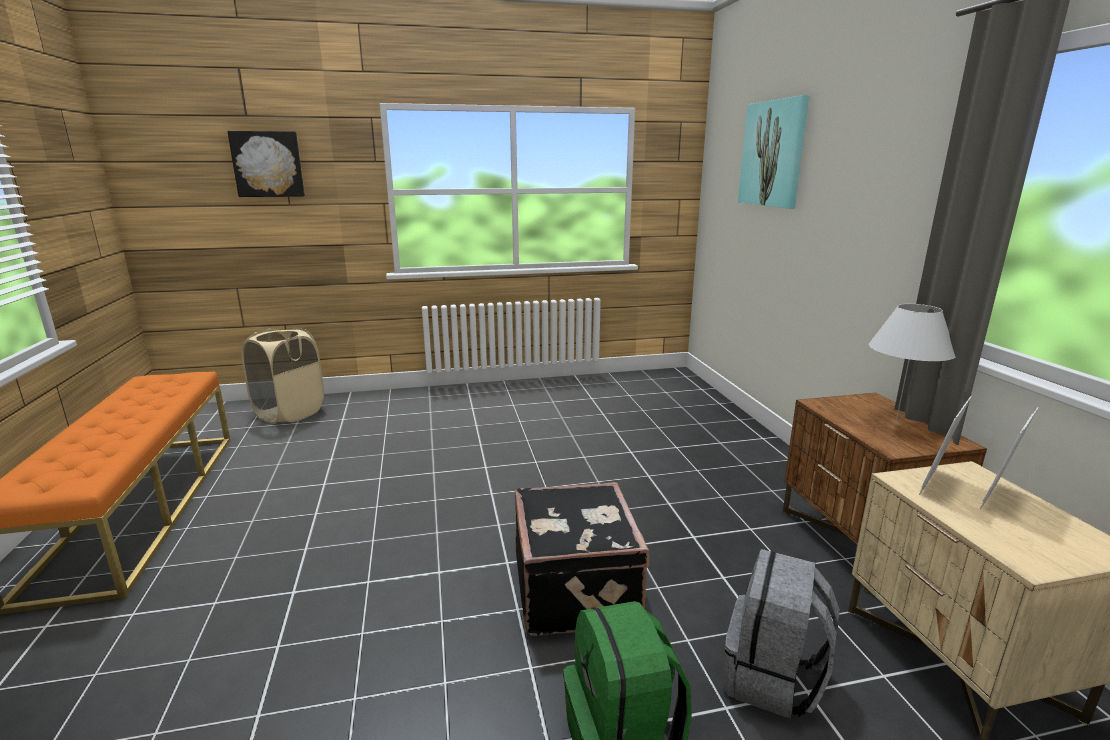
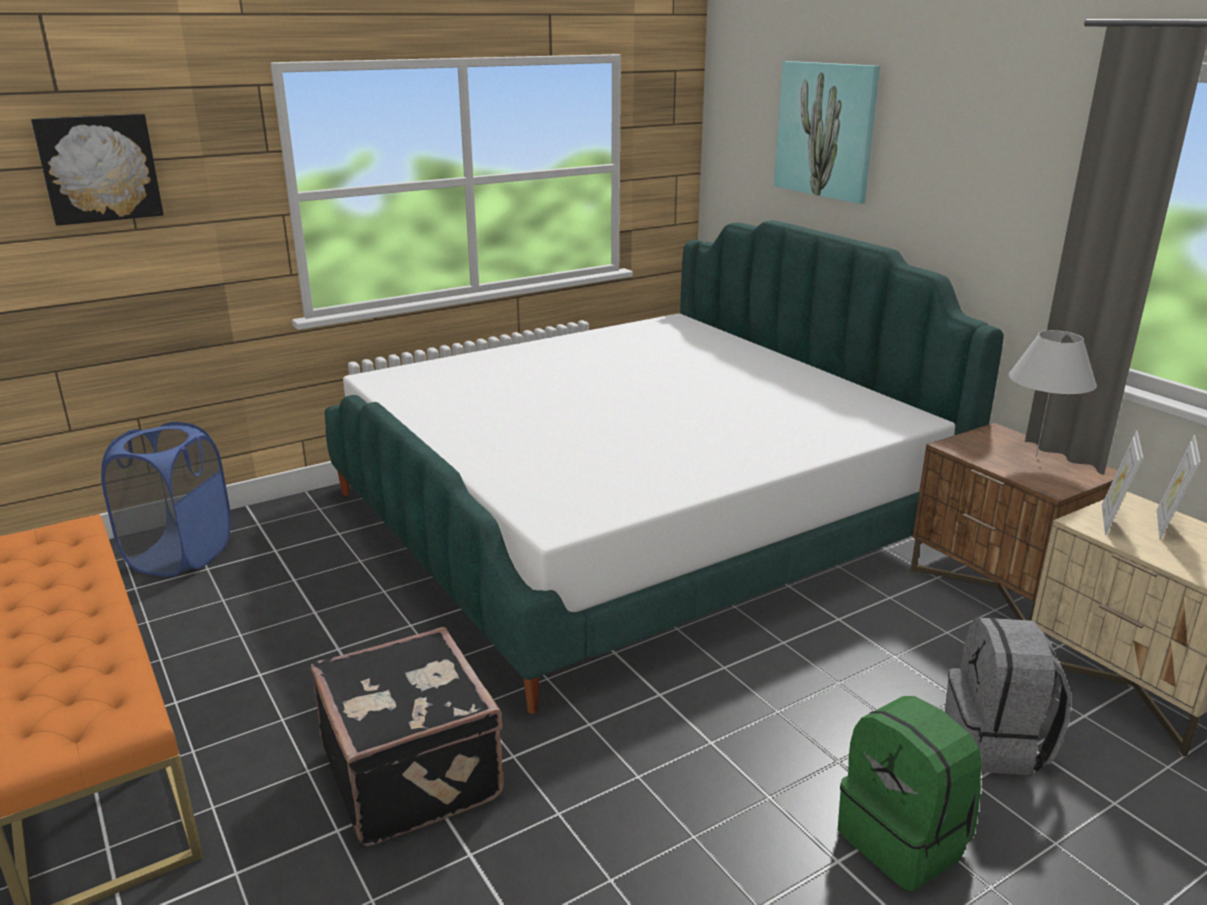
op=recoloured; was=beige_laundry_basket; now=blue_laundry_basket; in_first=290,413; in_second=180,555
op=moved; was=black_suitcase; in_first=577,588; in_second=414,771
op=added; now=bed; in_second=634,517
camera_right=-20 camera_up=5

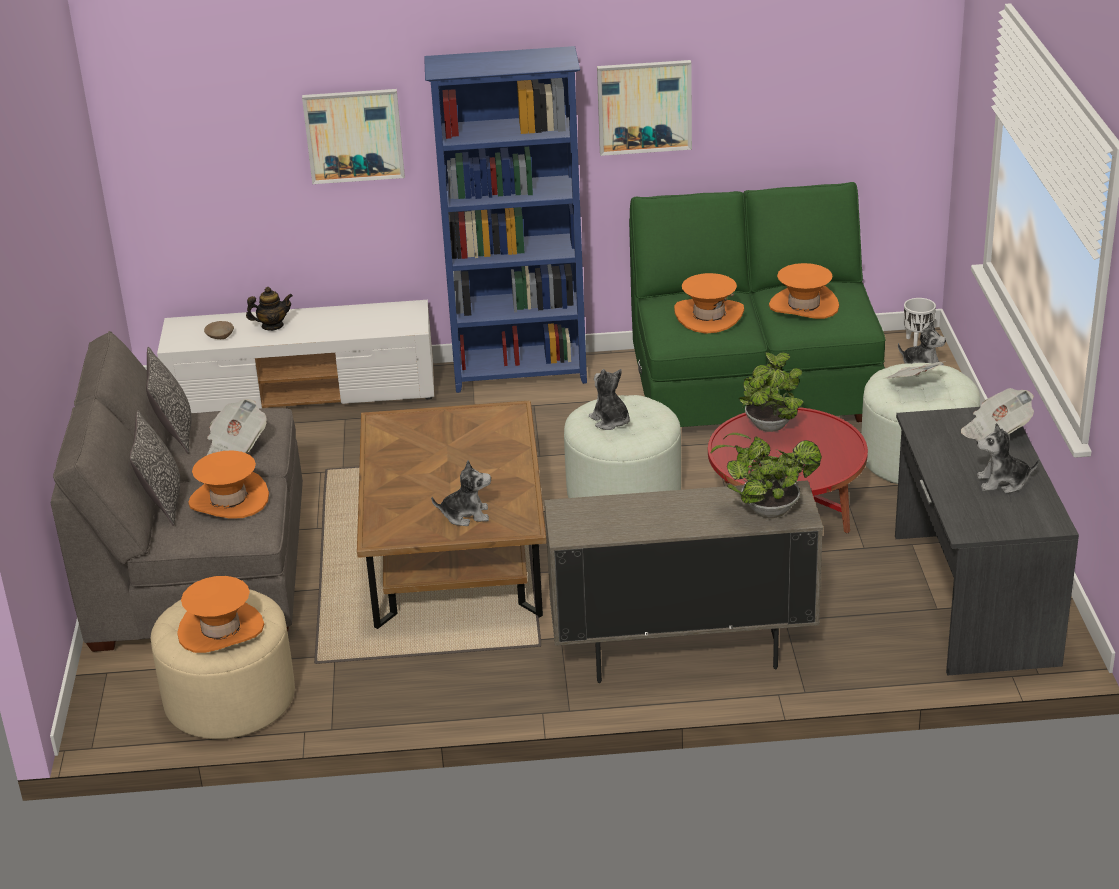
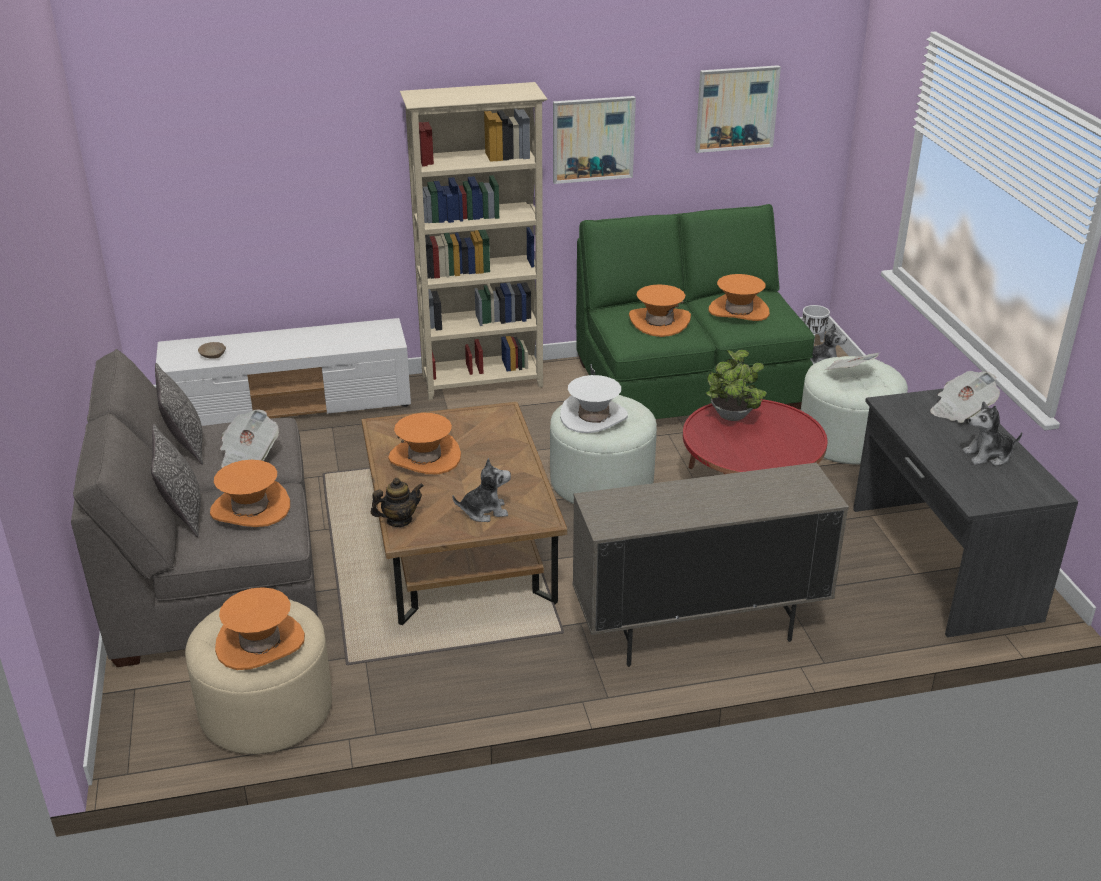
op=moved; was=teapot; in_first=272,326; in_second=399,520
op=moved; was=picture; in_first=354,135; in_second=736,108
op=recoloured; was=blue_bookcase; now=beige_bookcase; in_first=521,375; in_second=483,382
op=replaced; was=plush_toy; now=white_hat; in_first=610,421; in_second=594,417
op=removed; was=potted_plant; in_first=765,510
op=added; now=orange_hat; in_second=424,457
camera_right=-10 camera_up=0

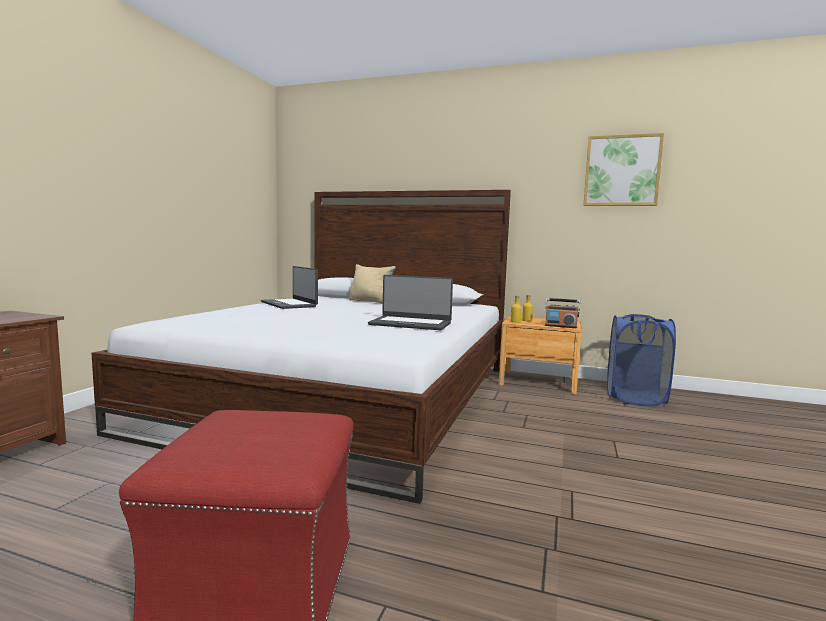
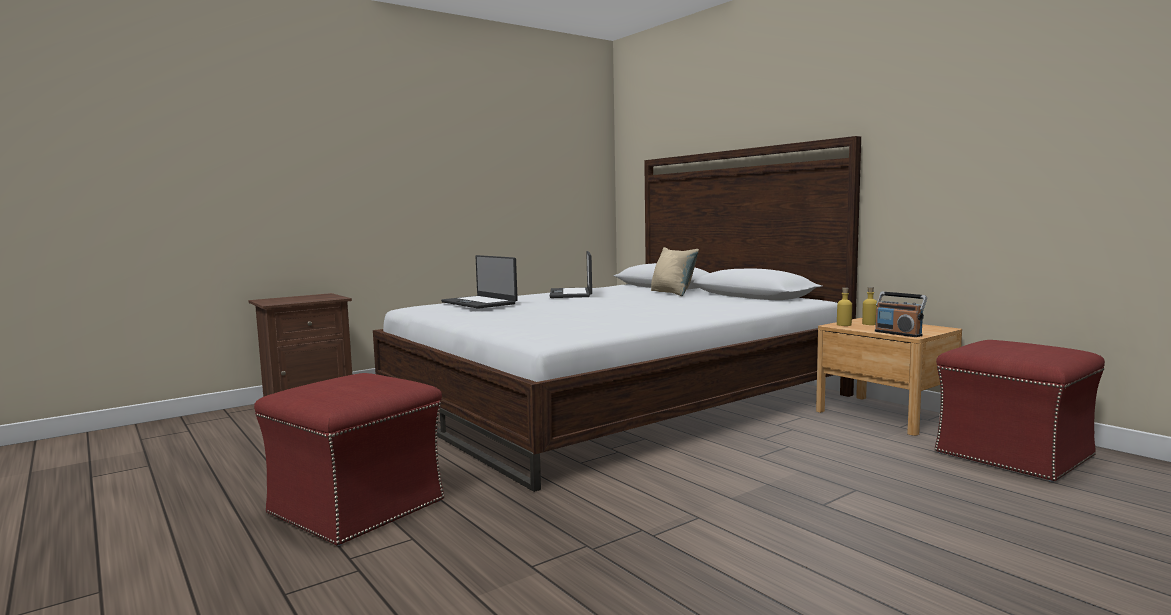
op=moved; was=laptop; in_first=410,324; in_second=479,303
op=removed; was=picture; in_first=622,171
op=replaced; was=blue_laundry_basket; now=red_ottoman; in_first=635,398; in_second=1011,454
camera_right=35 camera_up=0

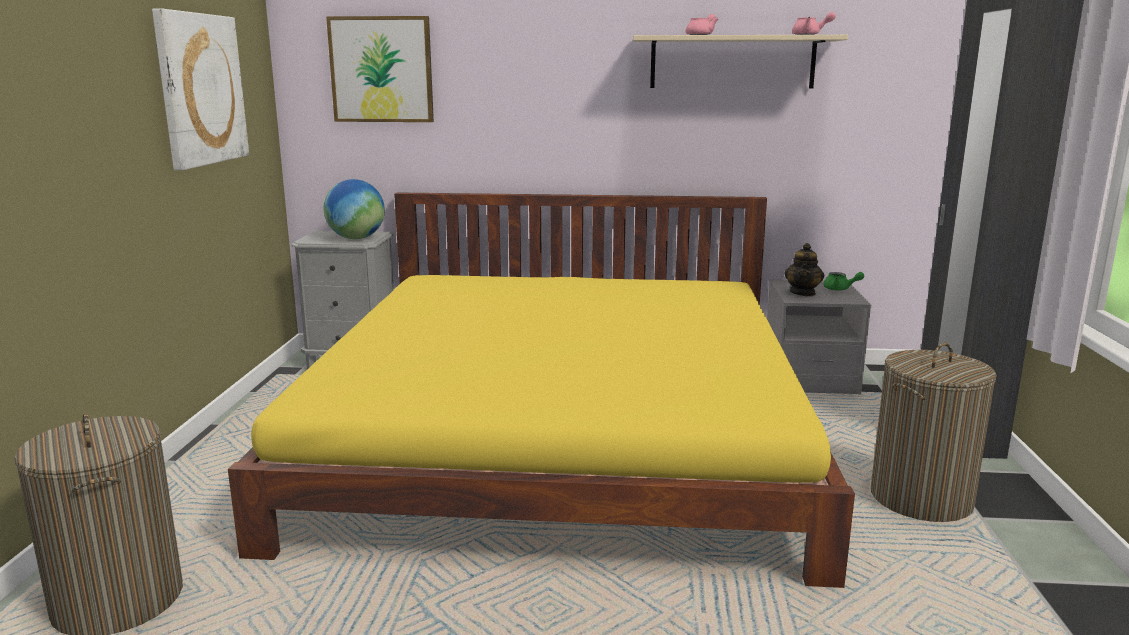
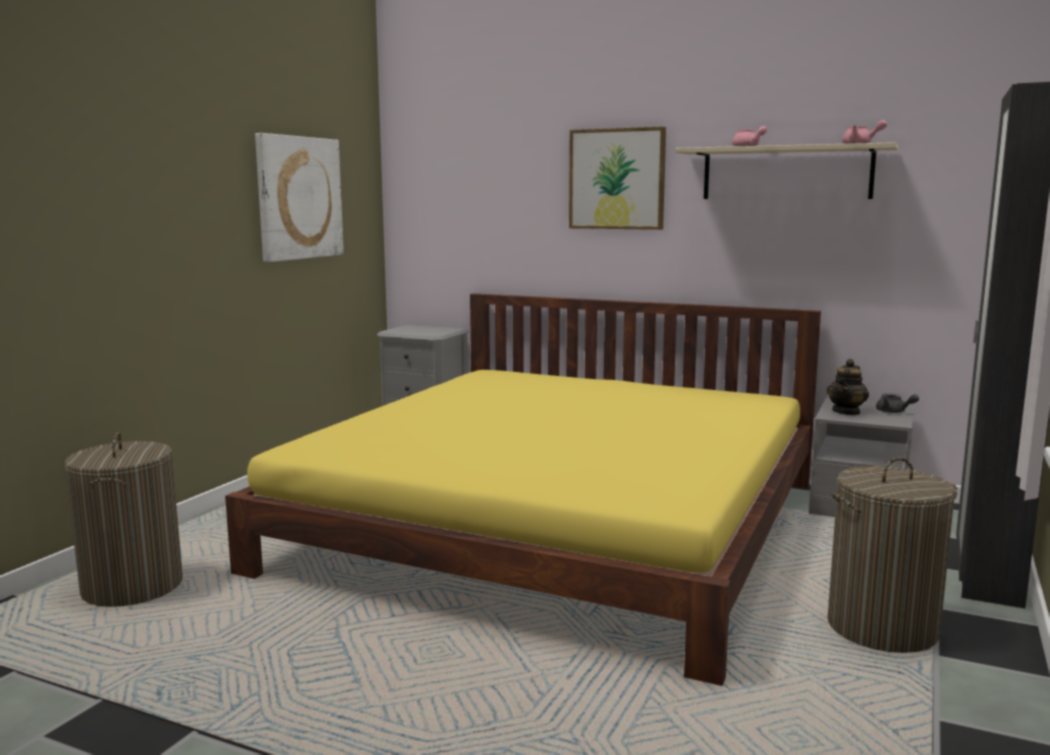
op=removed; was=globe; in_first=356,238
op=moved; was=picture; in_first=381,69; in_second=617,179
op=recoloured; was=green_teapot; now=grey_teapot; in_first=840,289; in_second=894,412
camera_right=20 camera_up=-5

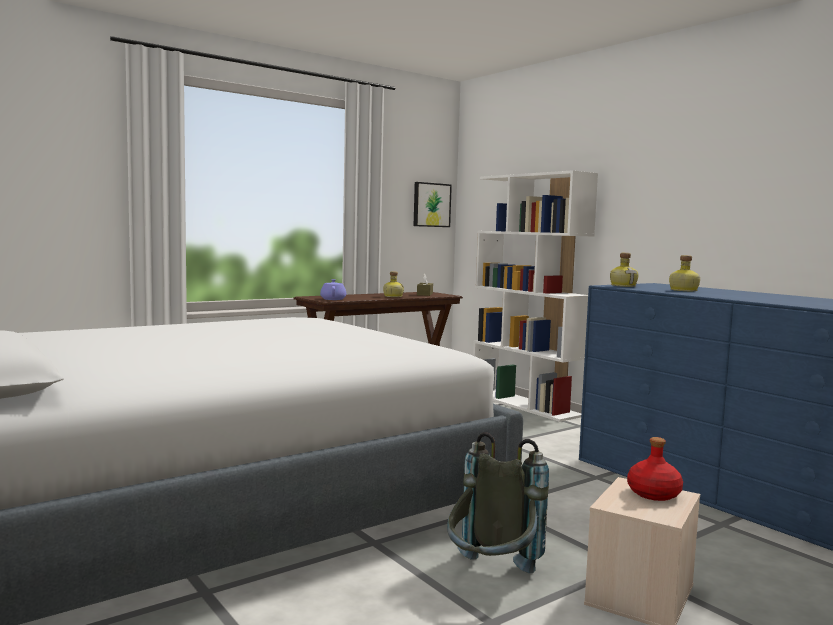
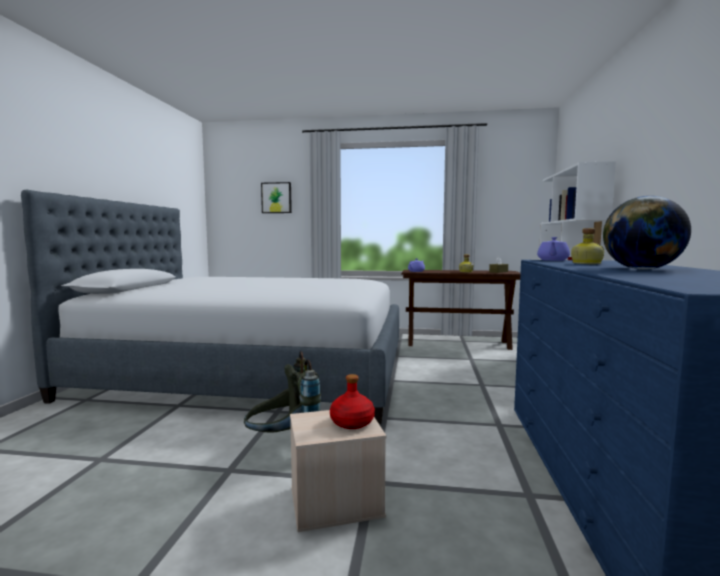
op=moved; was=picture; in_first=431,205; in_second=276,198
op=replaced; was=bottle; now=purple_teapot; in_first=623,286; in_second=552,260
op=added; now=globe; in_second=641,269
camera_right=45 camera_up=0

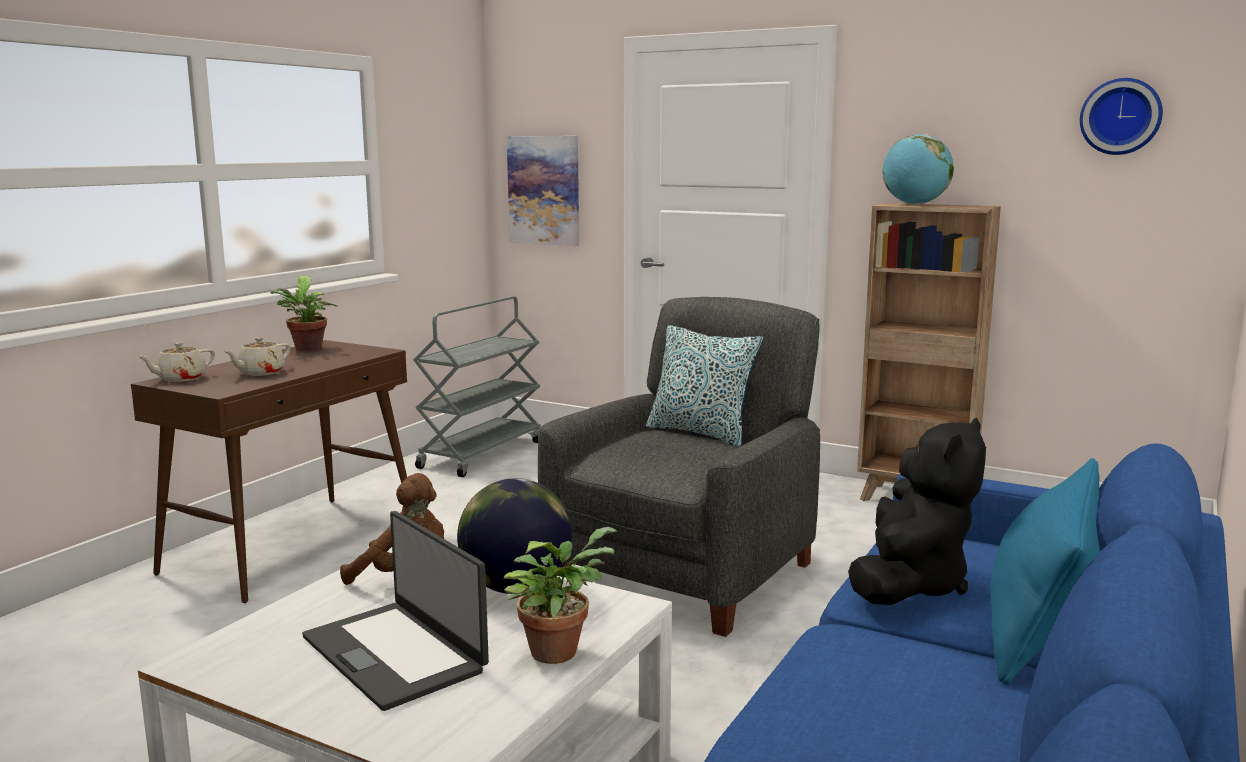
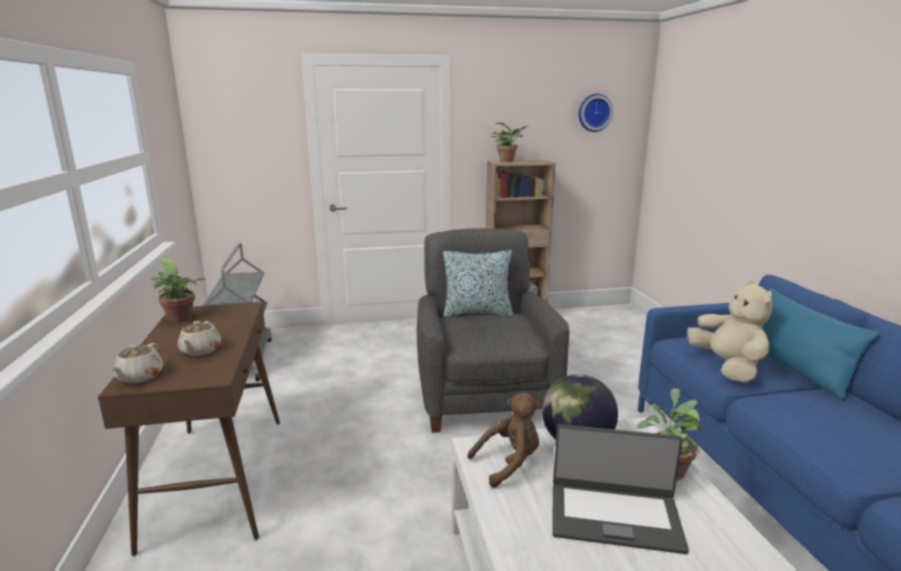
op=removed; was=picture; in_first=544,190
op=recoloured; was=black_plush_toy; now=beige_plush_toy; in_first=909,584; in_second=727,367
op=replaced; was=globe; now=potted_plant; in_first=915,204; in_second=508,161
camera_right=-40 camera_up=5

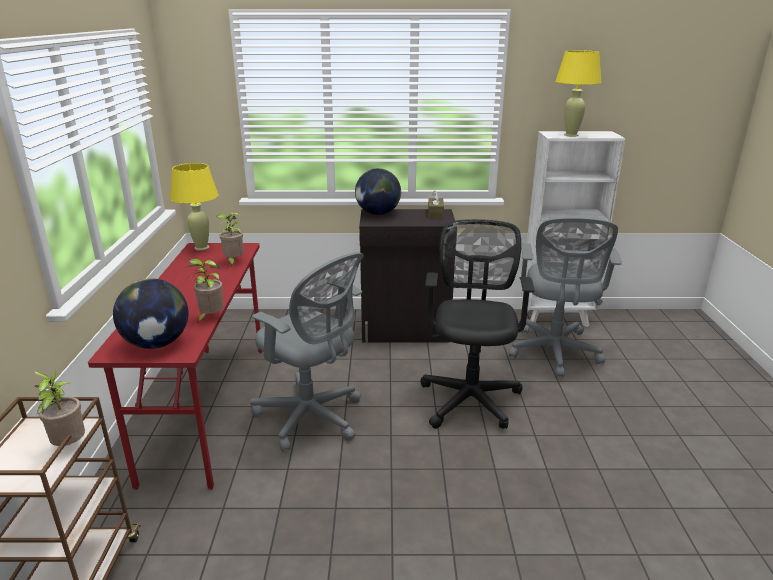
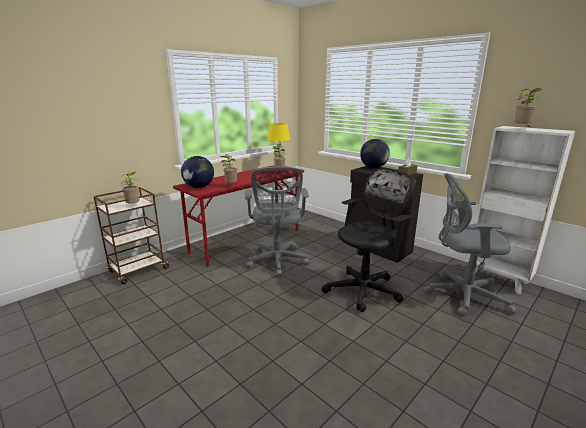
op=turned; was=grey_office_chair; in_first=554,353; in_second=461,295; clockwise=45
op=replaced; was=yellow_table_lamp; now=potted_plant; in_first=571,135; in_second=522,128
camera_right=45 camera_up=-5

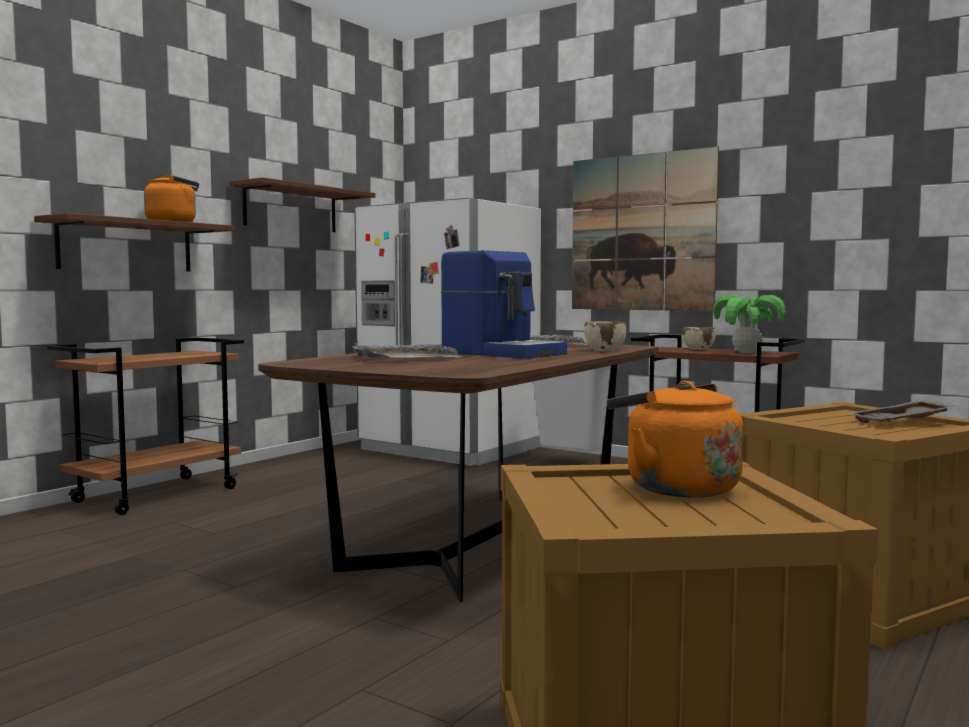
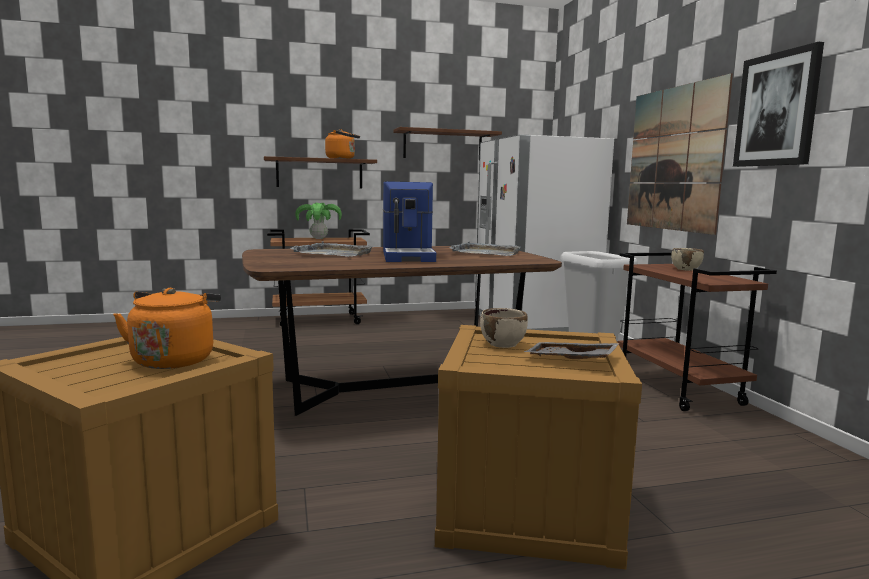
op=moved; was=beige_bowl; in_first=605,350; in_second=503,344
op=moved; was=potted_plant; in_first=746,353; in_second=318,238
op=added; now=picture; in_second=777,109
camera_right=40 camera_up=5

